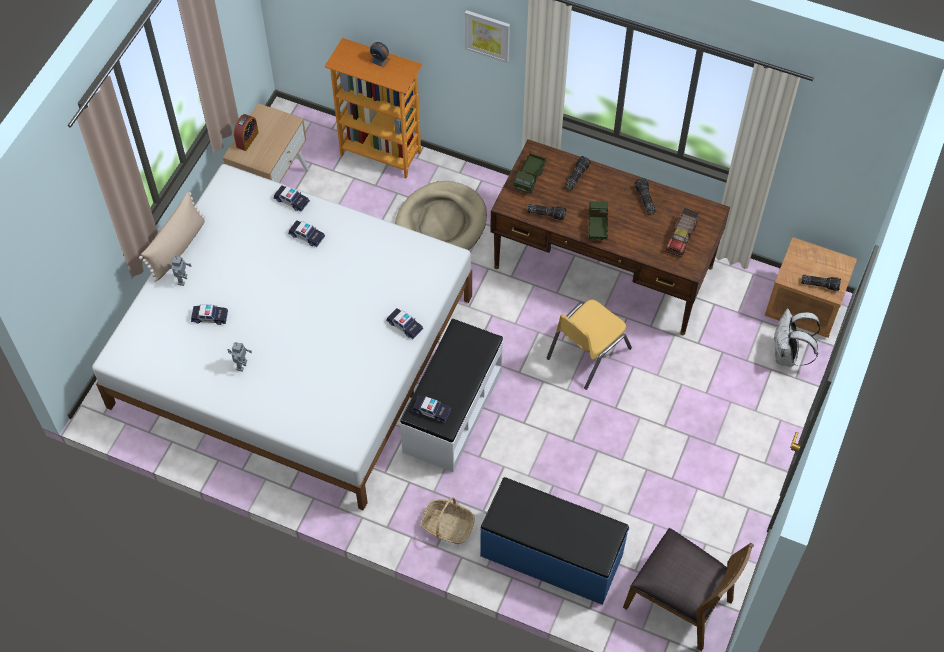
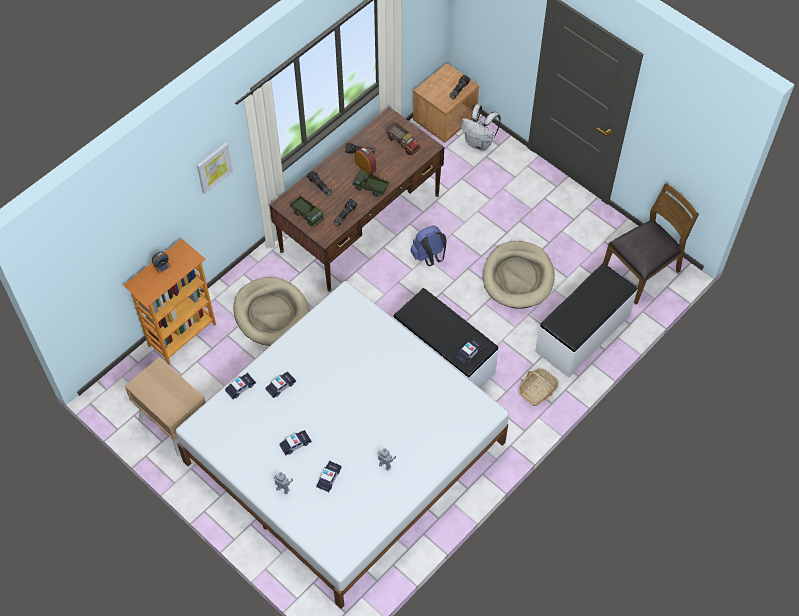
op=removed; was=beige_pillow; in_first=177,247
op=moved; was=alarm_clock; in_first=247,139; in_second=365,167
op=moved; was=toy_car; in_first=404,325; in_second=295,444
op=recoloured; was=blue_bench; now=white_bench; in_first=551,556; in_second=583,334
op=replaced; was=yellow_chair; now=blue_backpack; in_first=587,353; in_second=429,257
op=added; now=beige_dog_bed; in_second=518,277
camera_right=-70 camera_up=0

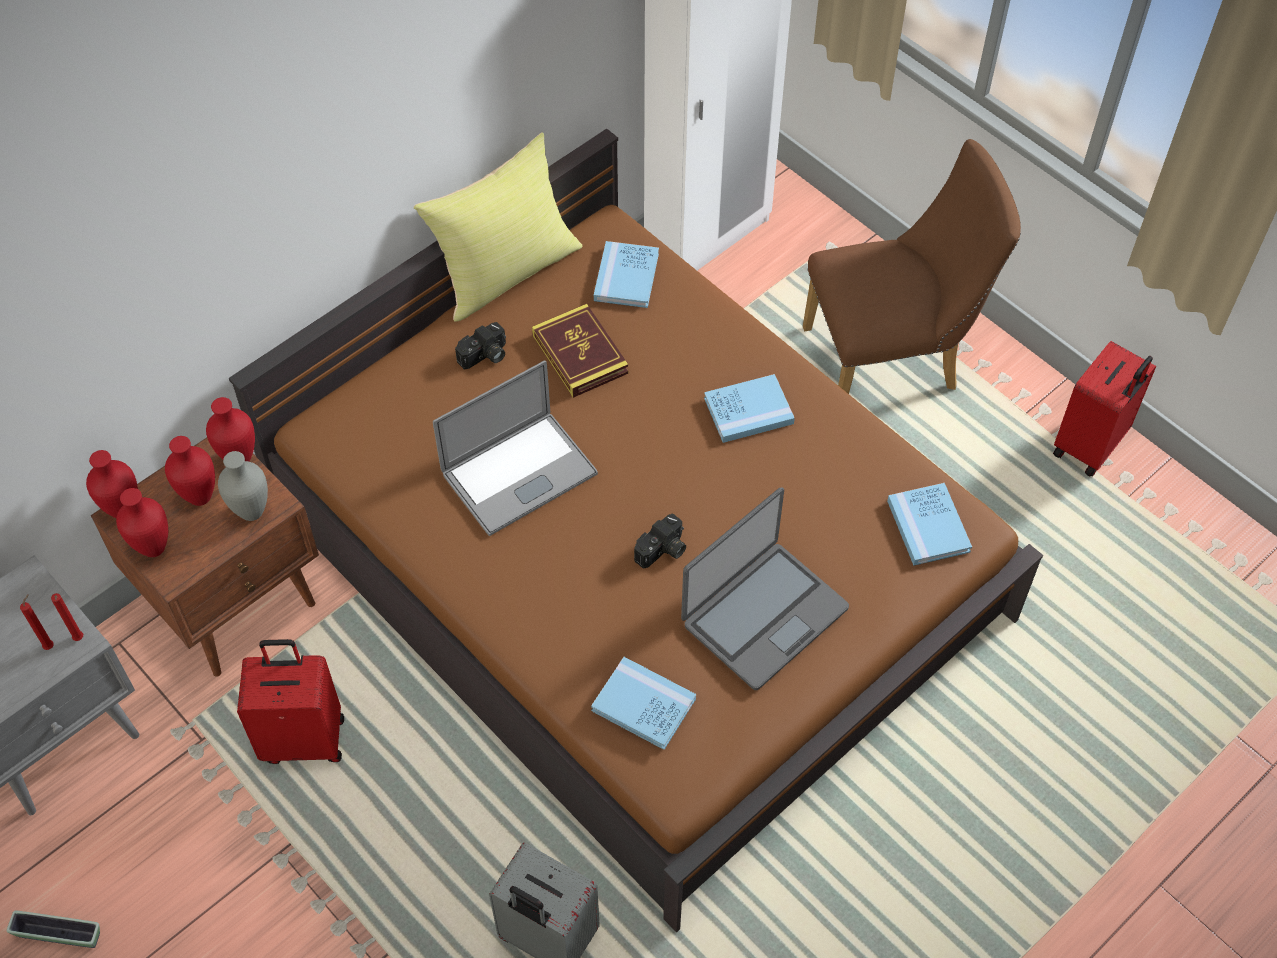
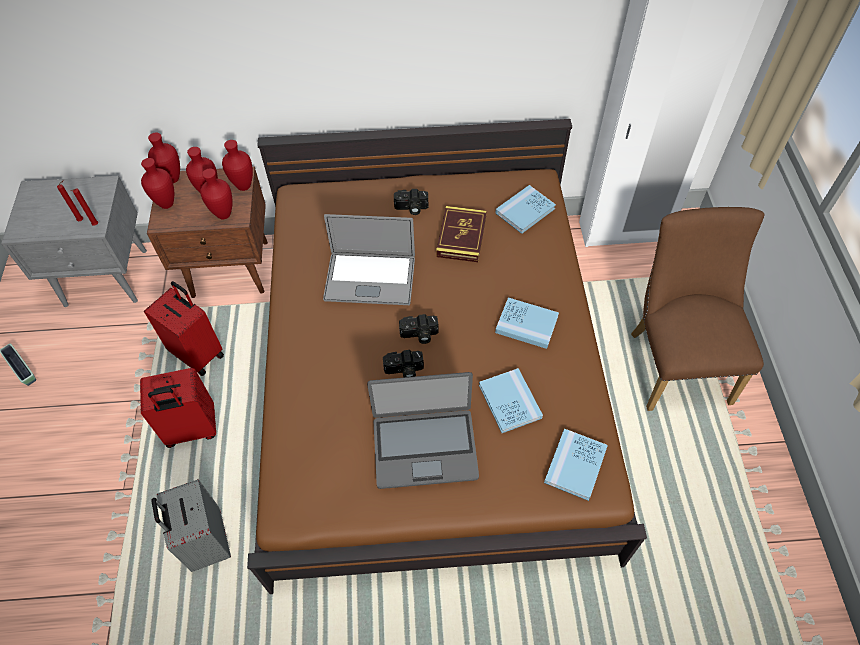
op=recoloured; was=grey_vase; now=red_vase; in_first=250,513; in_second=223,214
op=removed; was=yellow_pillow; in_first=506,271
op=moved; was=blue_book; in_first=643,705; in_second=509,401
op=turned; was=brown_chair; in_first=891,360; in_second=676,360; clockwise=-120
op=moved; was=red_suitcase; in_first=1091,446; in_second=192,430
op=added; now=photo_camera; in_second=419,335
camera_right=40 camera_up=0

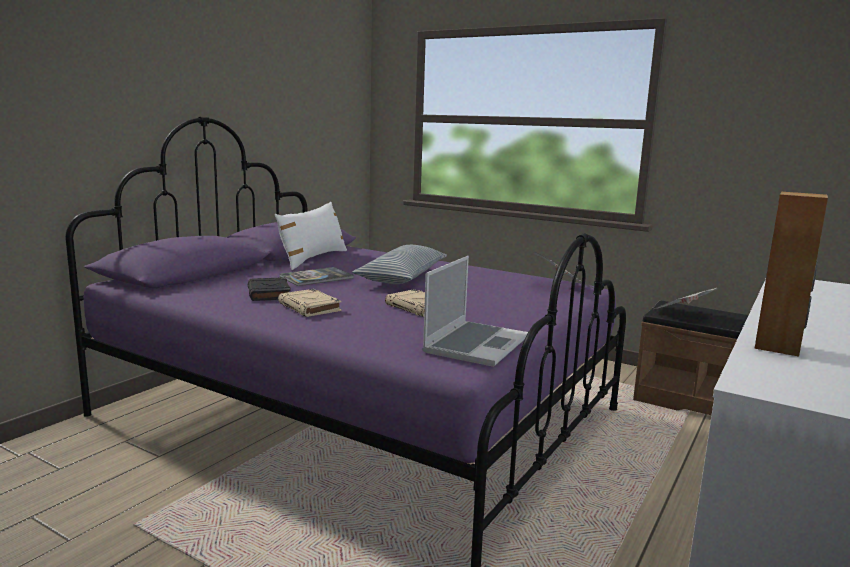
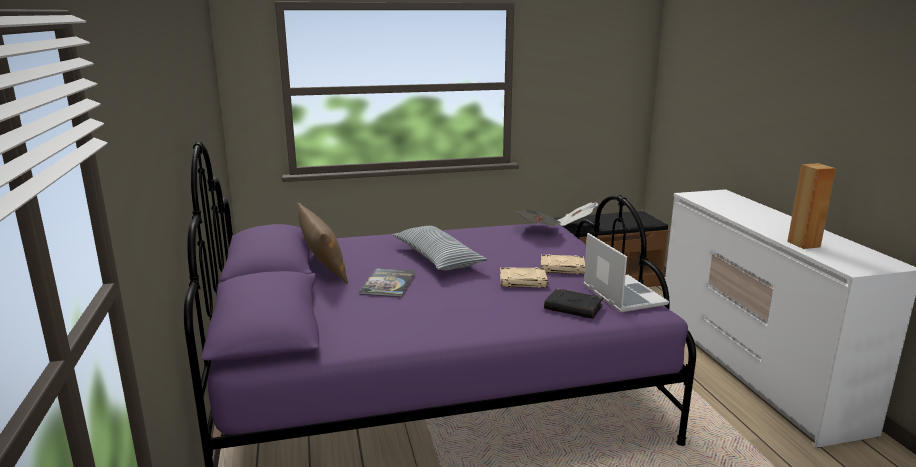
op=moved; was=black_book; in_first=269,293; in_second=574,307
op=recoloured; was=white_pillow; now=brown_pillow; in_first=313,259; in_second=322,265
op=moved; was=beige_book; in_first=310,307; in_second=563,268
camera_right=-45 camera_up=5

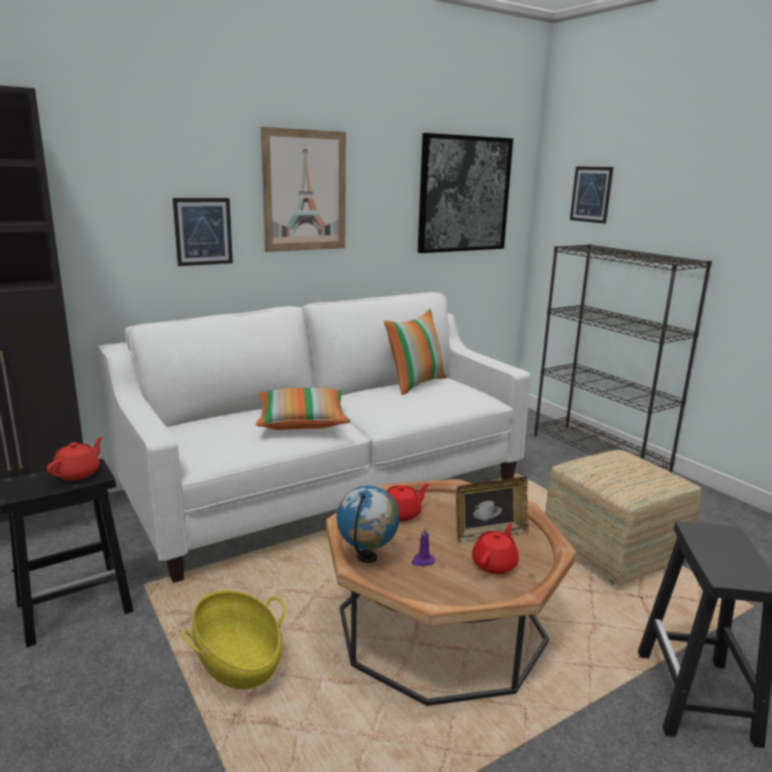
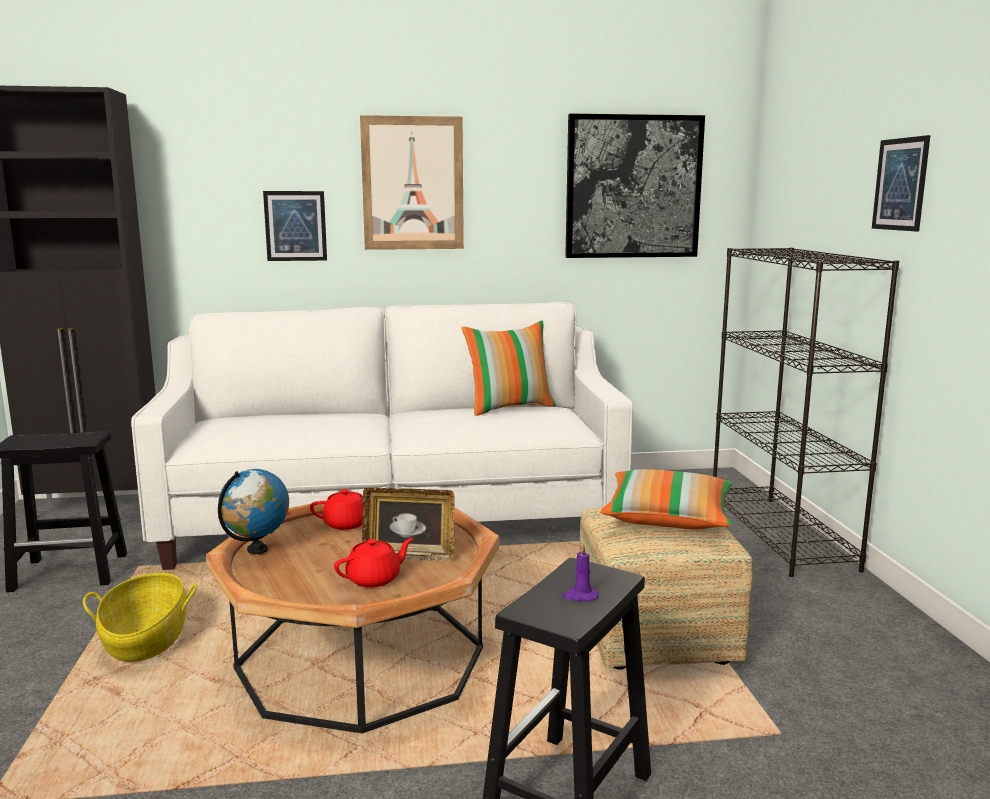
op=removed; was=red_teapot; in_first=78,473
op=moved; was=pillow; in_first=302,422; in_second=668,518
op=moved; was=purple_candle; in_first=422,561; in_second=580,596
op=moved; was=picture; in_first=591,194; in_second=900,184
camera_right=25 camera_up=-5

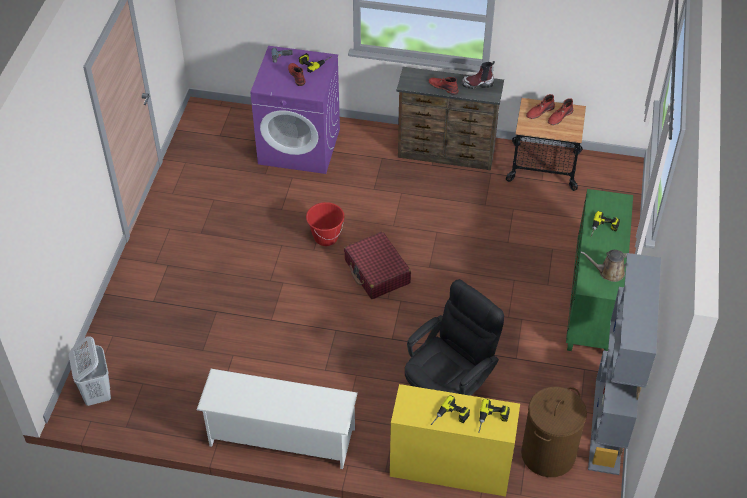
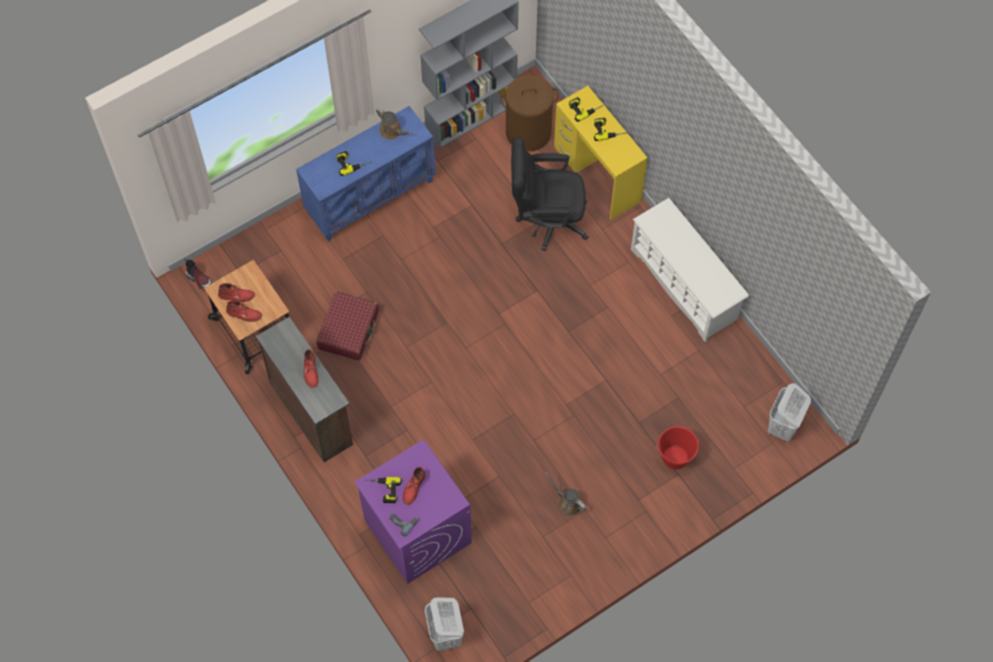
op=moved; was=red_bucket; in_first=326,237; in_second=675,458
op=moved; was=red_suitcase; in_first=377,272; in_second=348,330
op=moved; was=boot; in_first=478,84; in_second=199,279
op=recoloured; was=green_cabinet; now=blue_cabinet; in_first=593,302; in_second=371,196
op=added; now=white_laundry_basket; in_second=446,635
op=added; now=brown_watering_can; in_second=567,502
camera_right=-135 camera_up=15

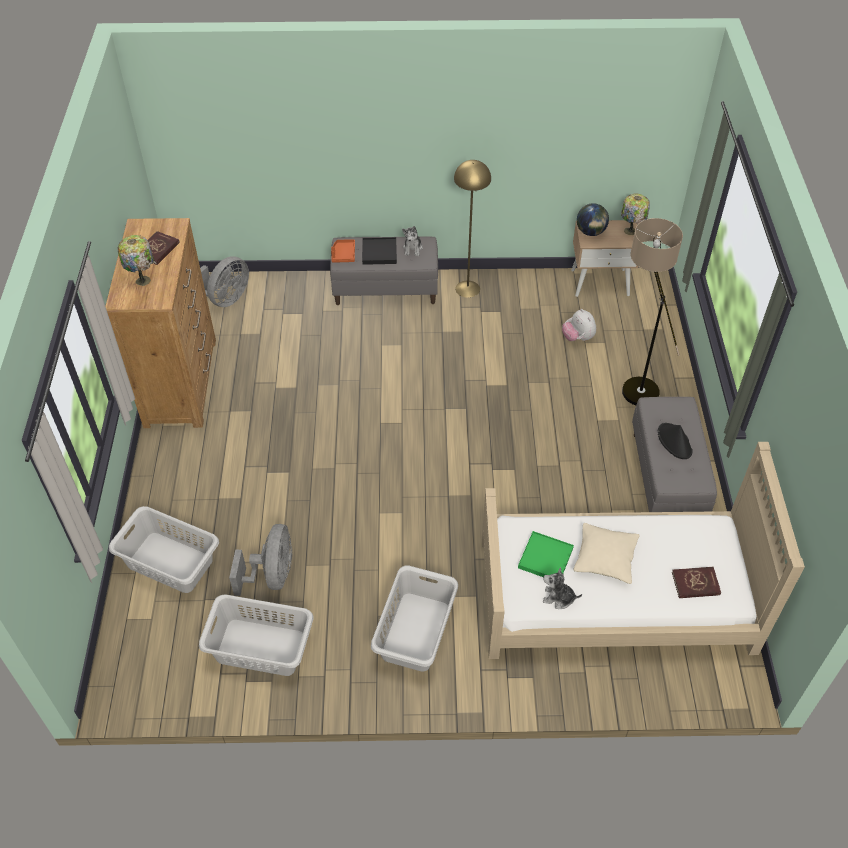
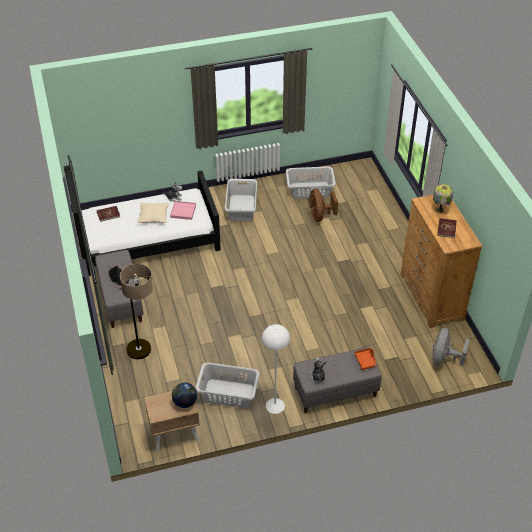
op=moved; was=grey_laundry_basket; in_first=170,562; in_second=228,394
op=recoloured; was=grey_fan; now=brown_fan; in_first=272,575; in_second=320,216
op=removed; was=black_tray; in_first=379,253
op=recoloured; was=yellow_floor_lamp; now=white_floor_lamp; in_first=467,289; in_second=275,406
op=recoloured; was=beige_bed; now=black_bed; in_first=615,595; in_second=146,239
op=recoloured; was=green_tray; now=pink_tray; in_first=545,558; in_second=183,211
op=removed; was=plush_toy; in_first=578,338
op=removed; was=table_lamp; in_first=630,231
camera_right=165 camera_up=-5

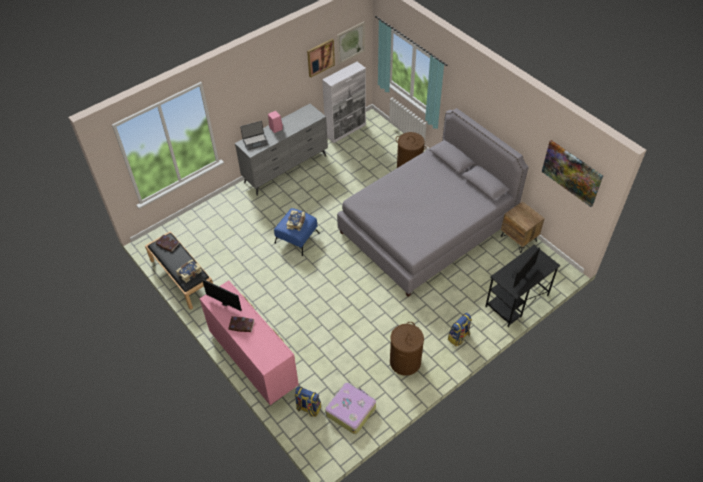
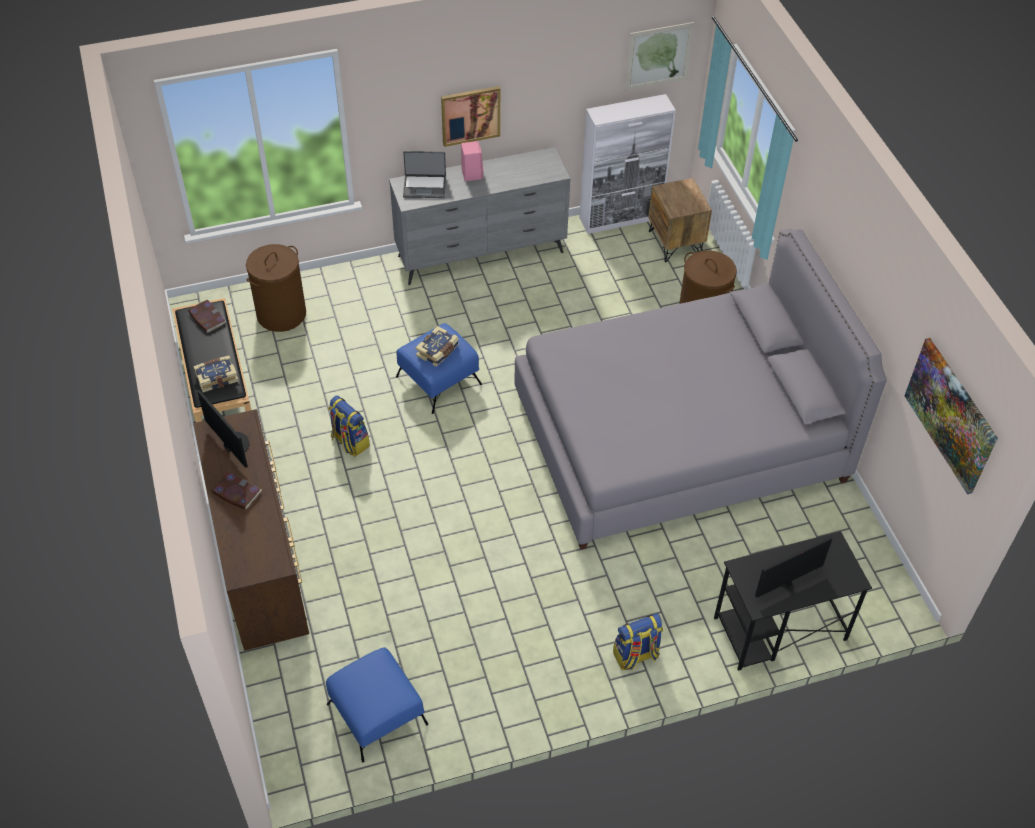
op=recoloured; was=pink_dresser; now=brown_dresser; in_first=253,359; in_second=260,562
op=moved; was=backpack; in_first=308,408; in_second=349,442
op=moved; was=picture; in_first=320,57; in_second=470,115
op=replaced; was=suitcase; now=blue_ottoman; in_first=351,410; in_second=377,713
op=moved; was=brown_laundry_basket; in_first=405,361; in_second=281,314
op=moved; was=brown_nightstand; in_first=518,239; in_second=676,243
camera_right=20 camera_up=0

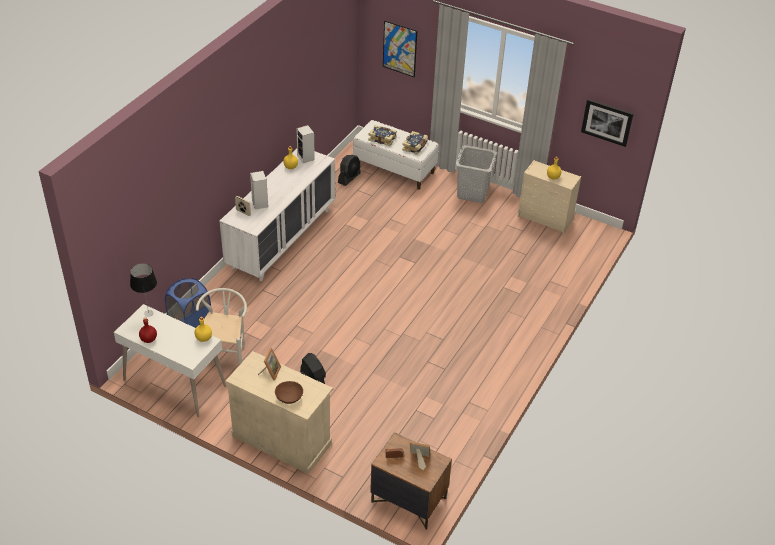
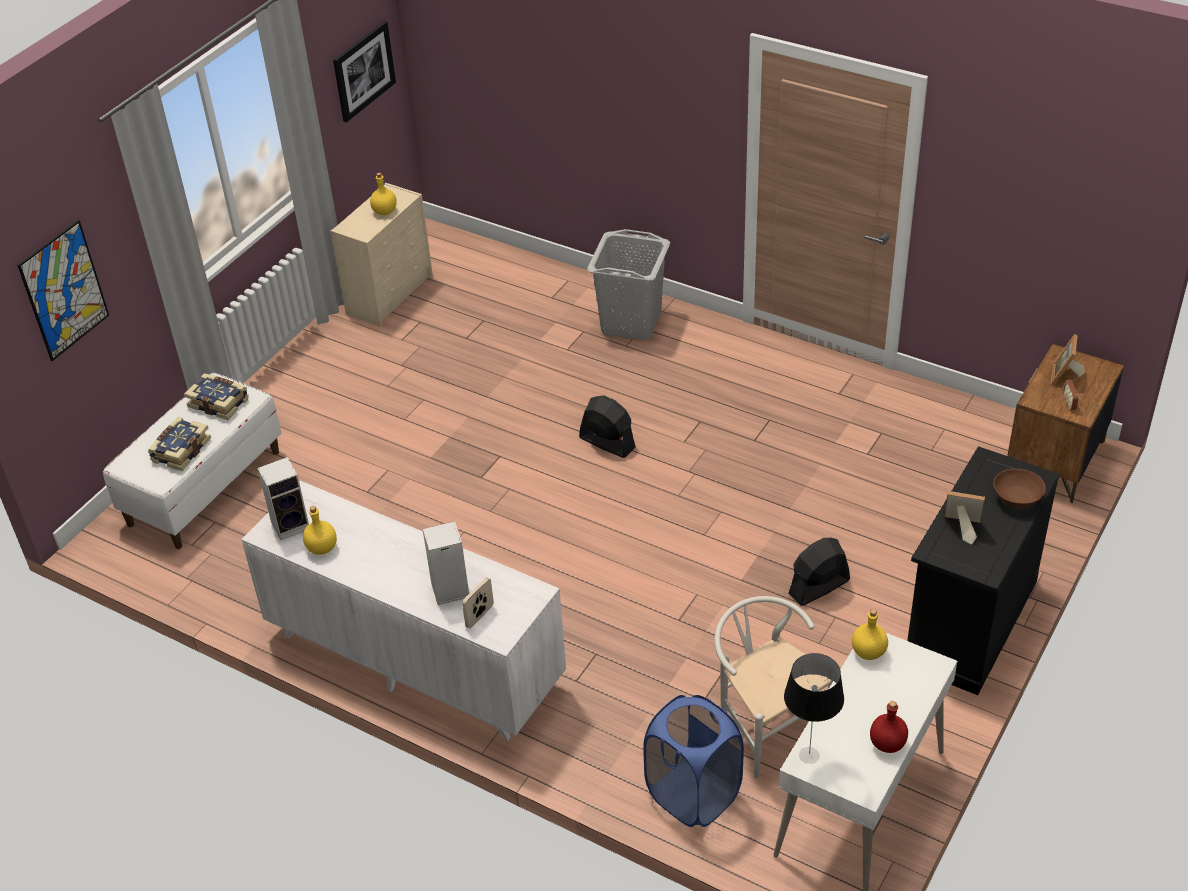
op=turned; was=white_chair; in_first=225,353; in_second=765,726; clockwise=45
op=recoloured; was=beige_cabinet; now=black_cabinet; in_first=282,439; in_second=969,622
op=moved; was=black_fan; in_first=349,178; in_second=607,442
op=moved; was=grey_laundry_basket; in_first=472,193; in_second=632,322
camera_right=-85 camera_up=0

